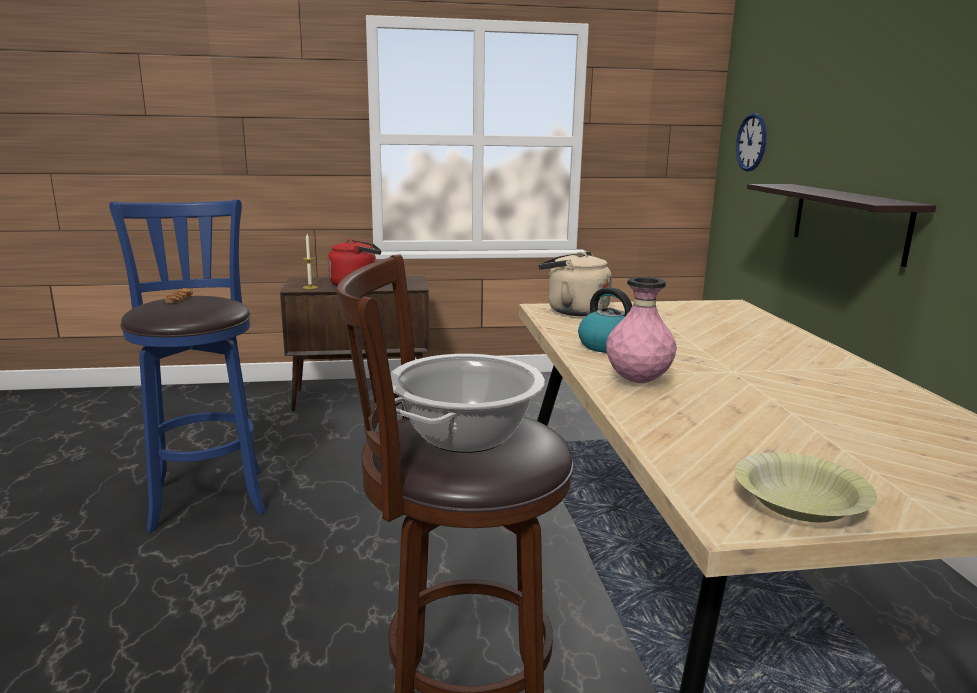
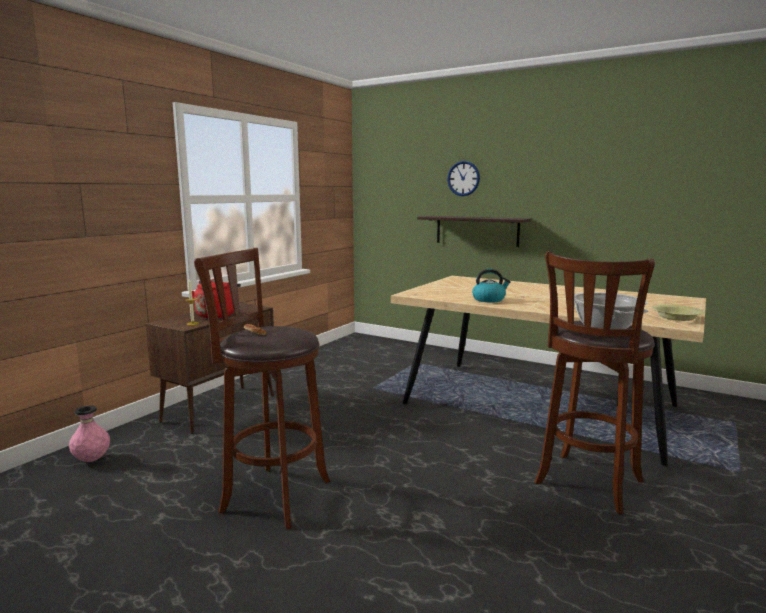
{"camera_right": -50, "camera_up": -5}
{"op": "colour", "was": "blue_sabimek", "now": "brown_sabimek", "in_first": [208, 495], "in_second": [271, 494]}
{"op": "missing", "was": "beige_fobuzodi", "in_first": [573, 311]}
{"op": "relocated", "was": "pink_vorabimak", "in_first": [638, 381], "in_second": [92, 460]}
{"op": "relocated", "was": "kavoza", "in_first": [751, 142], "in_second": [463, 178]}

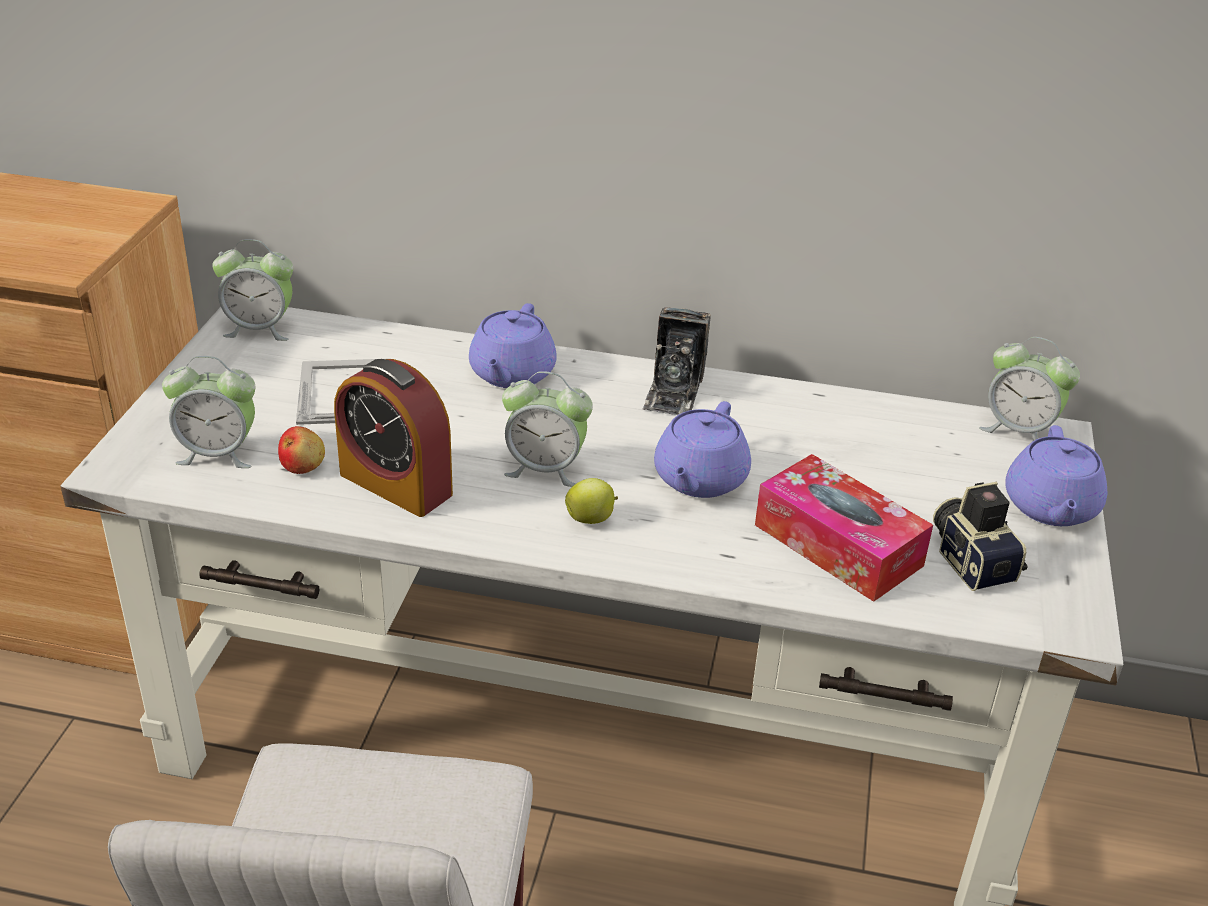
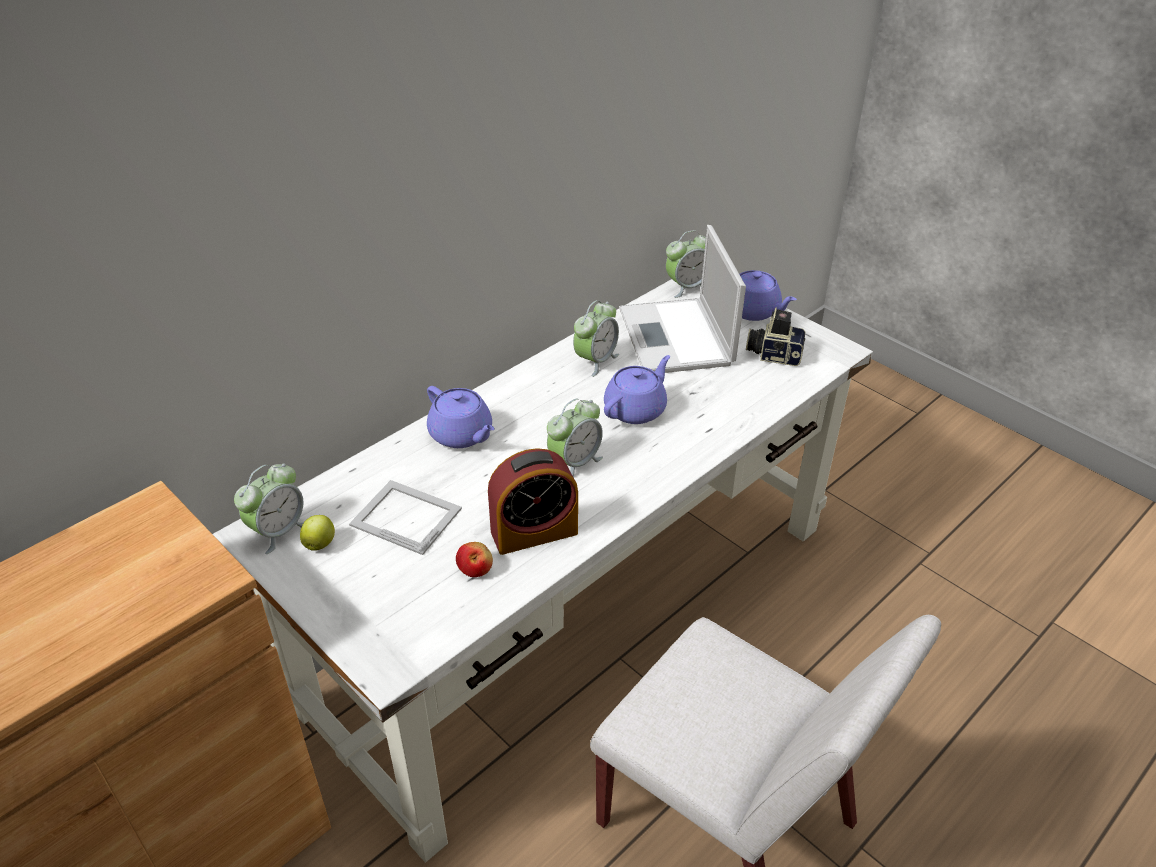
{"camera_right": -55, "camera_up": 5}
{"op": "relocated", "was": "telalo", "in_first": [218, 453], "in_second": [595, 361]}
{"op": "relocated", "was": "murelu", "in_first": [591, 519], "in_second": [320, 543]}
{"op": "missing", "was": "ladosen", "in_first": [674, 390]}
{"op": "spun", "was": "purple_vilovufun", "in_first": [699, 479], "in_second": [636, 409], "clockwise": -105}
{"op": "missing", "was": "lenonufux", "in_first": [838, 545]}
{"op": "appeared", "now": "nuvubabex", "in_second": [676, 338]}

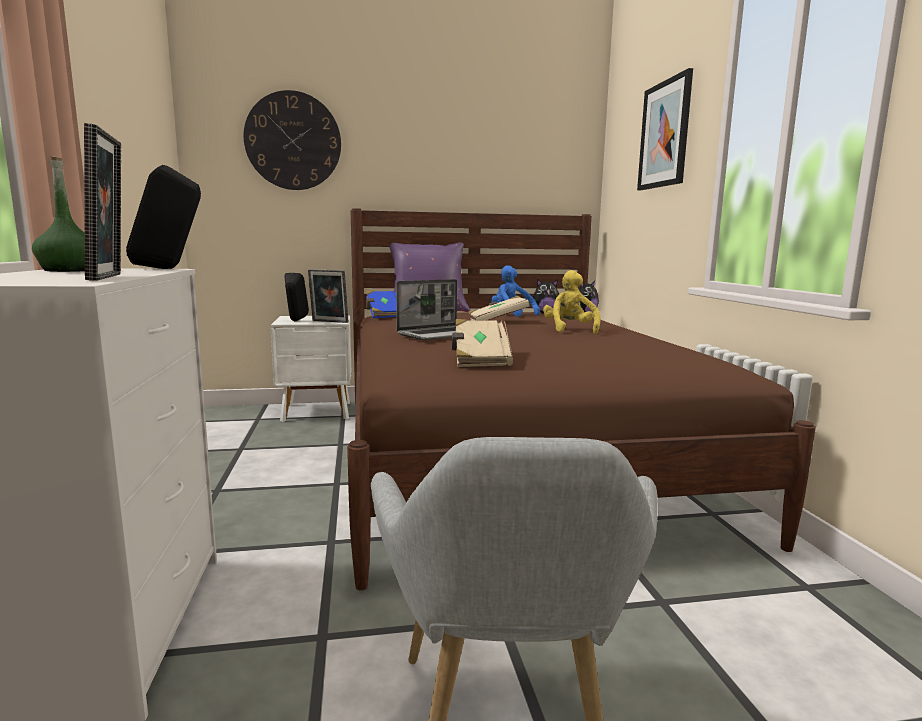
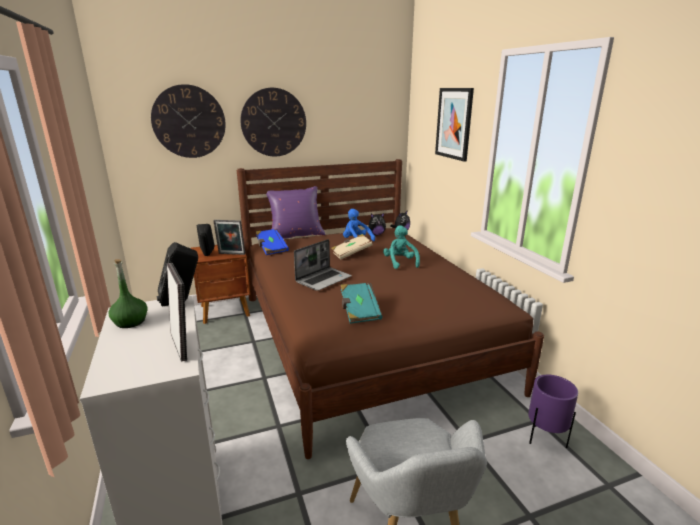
{"camera_right": -10, "camera_up": 10}
{"op": "colour", "was": "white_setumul", "now": "brown_setumul", "in_first": [317, 412], "in_second": [226, 311]}
{"op": "colour", "was": "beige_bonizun", "now": "turquoise_bonizun", "in_first": [479, 359], "in_second": [359, 311]}
{"op": "colour", "was": "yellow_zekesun", "now": "turquoise_zekesun", "in_first": [569, 330], "in_second": [400, 263]}
{"op": "appeared", "now": "kavoza", "in_second": [273, 122]}
{"op": "appeared", "now": "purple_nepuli", "in_second": [545, 438]}

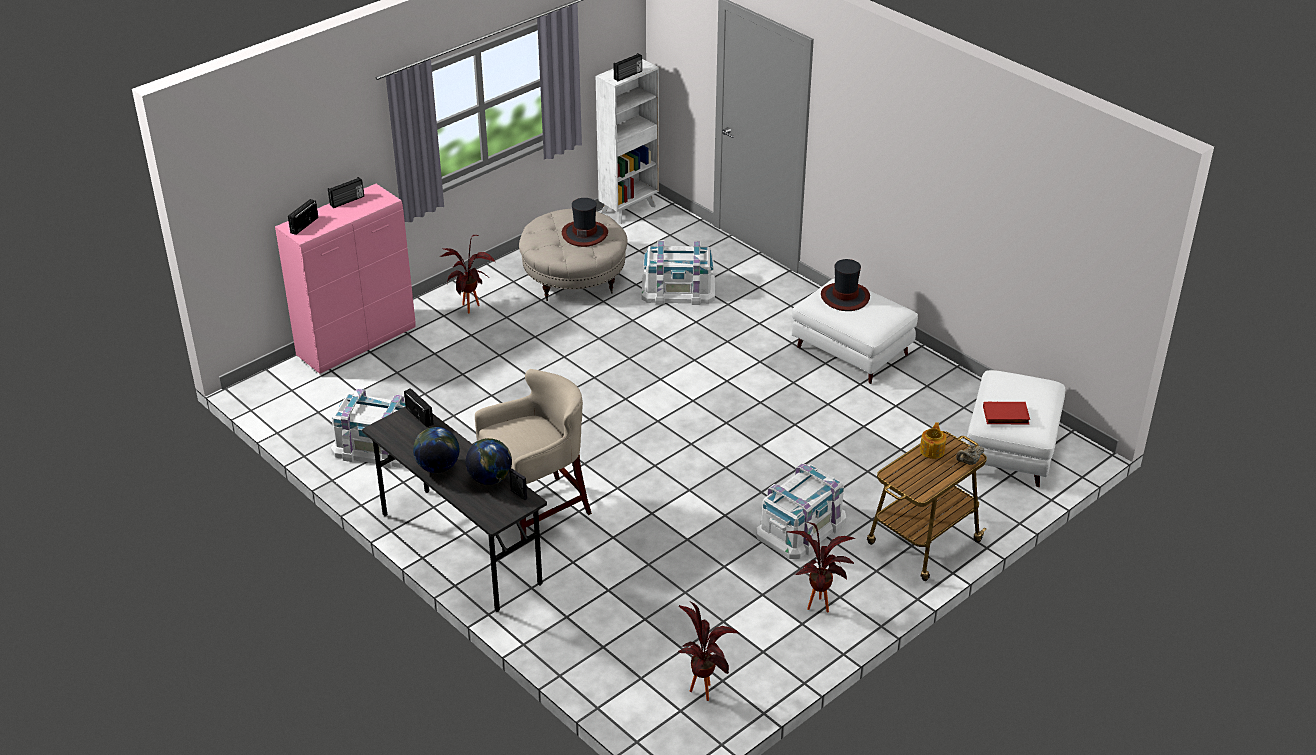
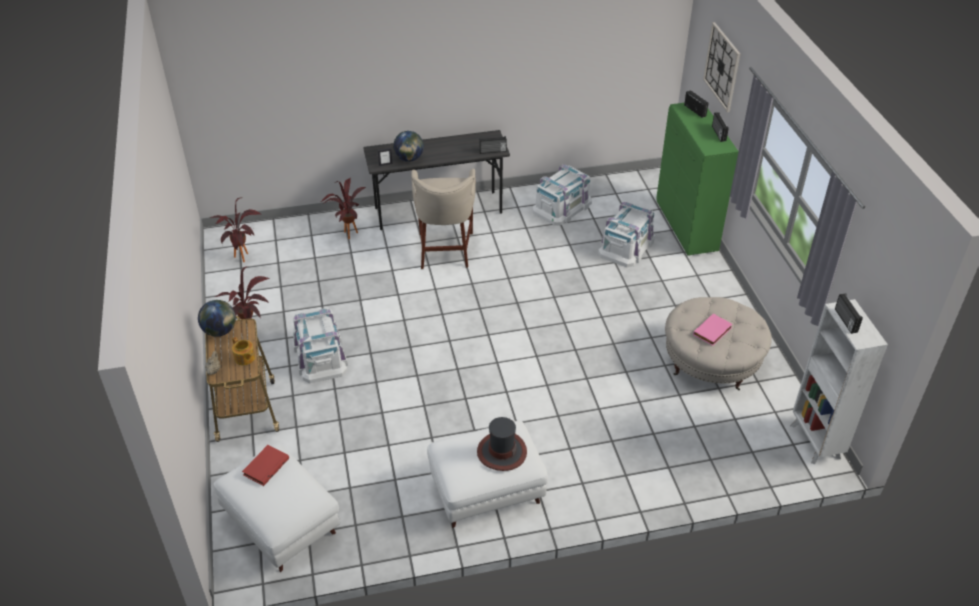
{"camera_right": 120, "camera_up": 5}
{"op": "colour", "was": "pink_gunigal", "now": "green_gunigal", "in_first": [357, 342], "in_second": [686, 227]}
{"op": "relocated", "was": "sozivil", "in_first": [438, 467], "in_second": [220, 331]}
{"op": "relocated", "was": "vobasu", "in_first": [470, 310], "in_second": [346, 233]}
{"op": "exchanged", "was": "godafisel", "now": "pink_bonizun", "in_first": [585, 234], "in_second": [713, 332]}
{"op": "relocated", "was": "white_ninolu", "in_first": [678, 290], "in_second": [626, 245]}
{"op": "appeared", "now": "kavoza", "in_second": [722, 67]}

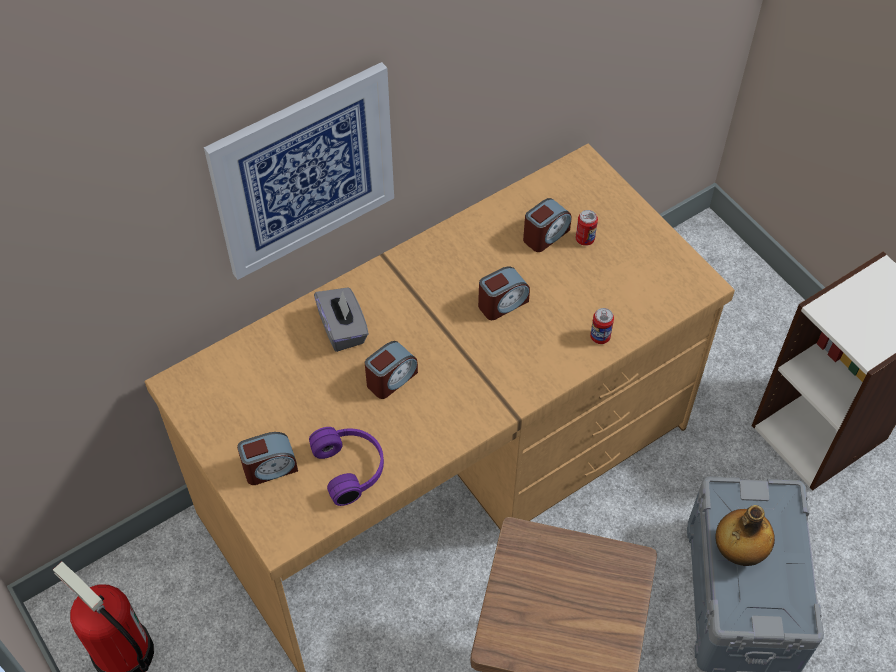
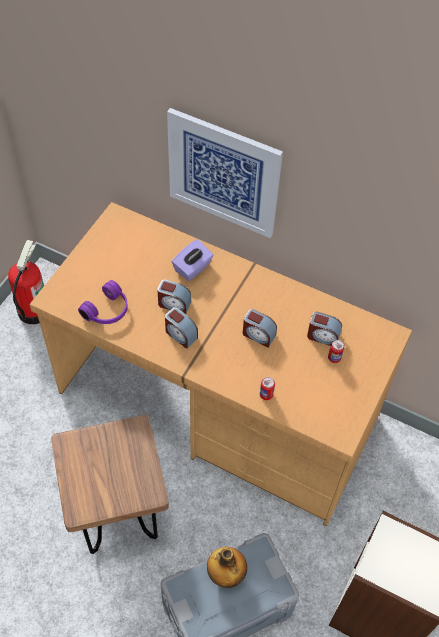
{"camera_right": 60, "camera_up": 0}
{"op": "relocated", "was": "telalo", "in_first": [270, 468], "in_second": [180, 334]}
{"op": "colour", "was": "grey_lenonufux", "now": "purple_lenonufux", "in_first": [343, 329], "in_second": [193, 268]}

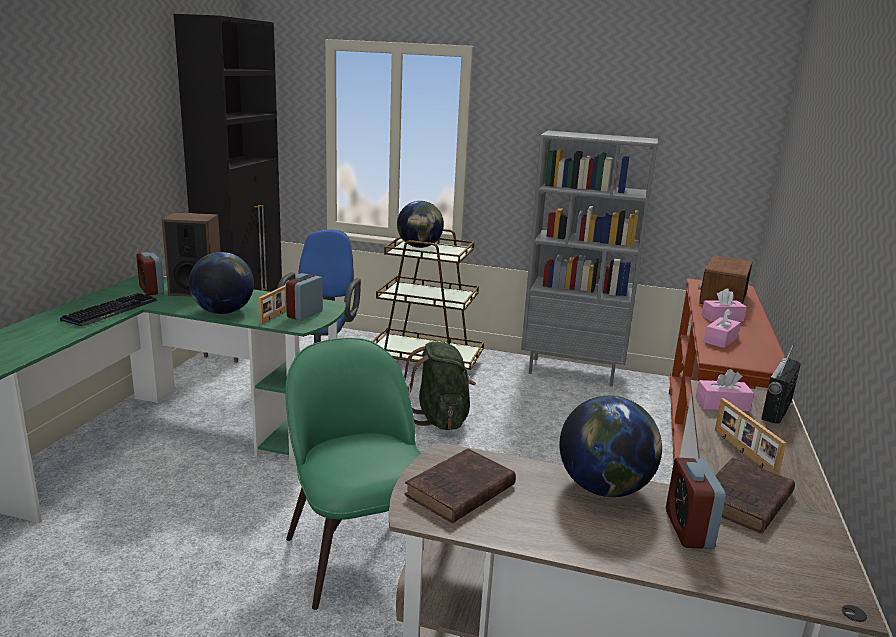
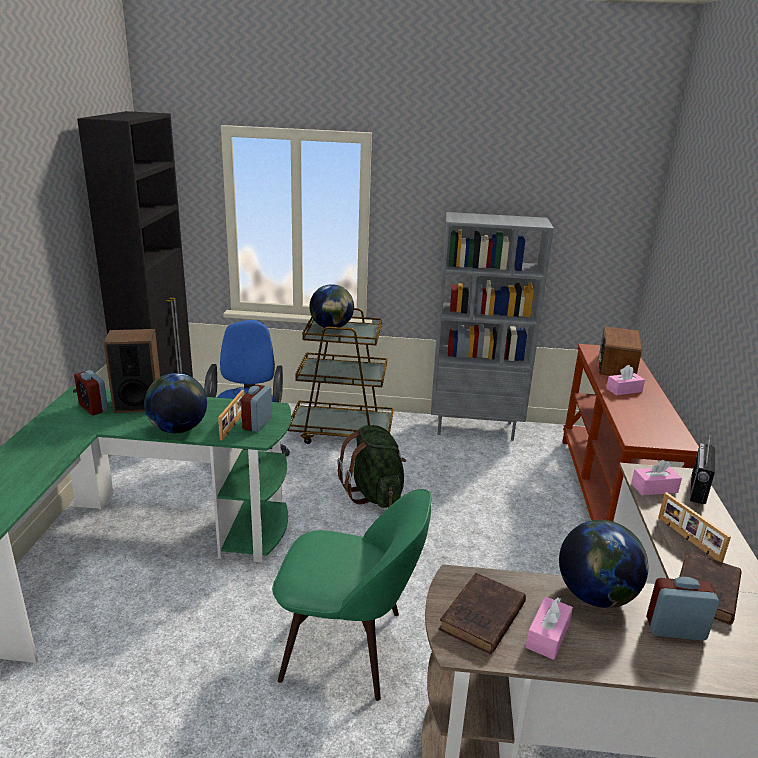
{"camera_right": -10, "camera_up": 5}
{"op": "missing", "was": "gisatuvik", "in_first": [111, 311]}
{"op": "spun", "was": "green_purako", "in_first": [359, 551], "in_second": [348, 646], "clockwise": 135}
{"op": "spun", "was": "telalo", "in_first": [688, 529], "in_second": [675, 629], "clockwise": 105}
{"op": "relocated", "was": "pink_lenonufux", "in_first": [720, 340], "in_second": [547, 636]}

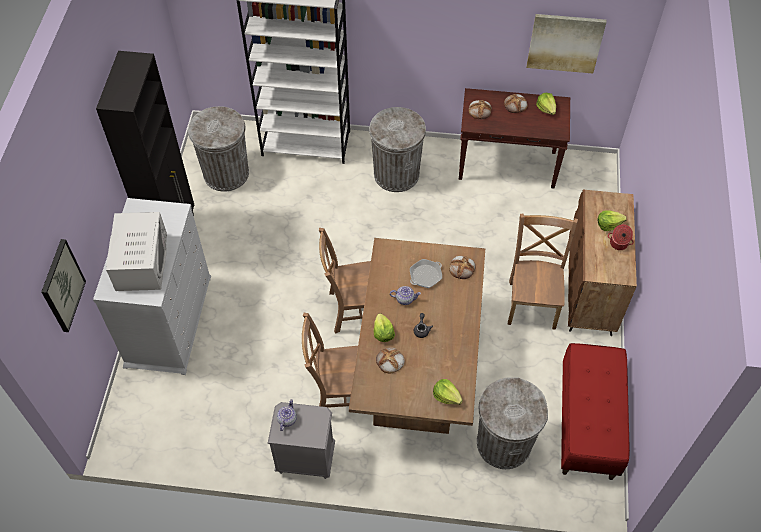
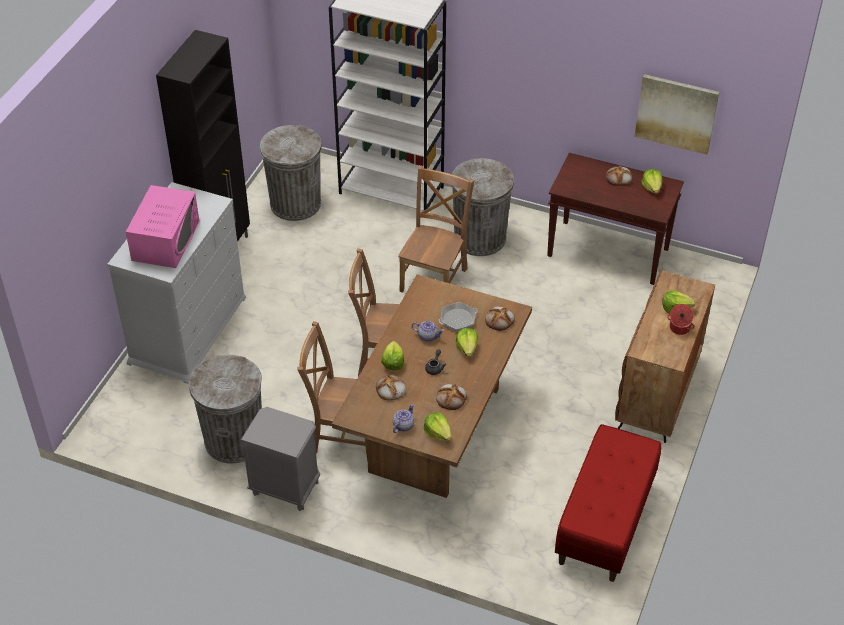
{"camera_right": 15, "camera_up": -10}
{"op": "missing", "was": "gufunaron", "in_first": [62, 286]}
{"op": "colour", "was": "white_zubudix", "now": "pink_zubudix", "in_first": [141, 261], "in_second": [166, 240]}
{"op": "relocated", "was": "vilovufun", "in_first": [287, 419], "in_second": [403, 425]}
{"op": "relocated", "was": "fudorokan", "in_first": [480, 110], "in_second": [451, 398]}
{"op": "relocated", "was": "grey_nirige", "in_first": [503, 443], "in_second": [233, 440]}
{"op": "relocated", "was": "brown_purako", "in_first": [532, 302], "in_second": [435, 278]}
{"op": "appeared", "now": "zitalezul", "in_second": [467, 348]}

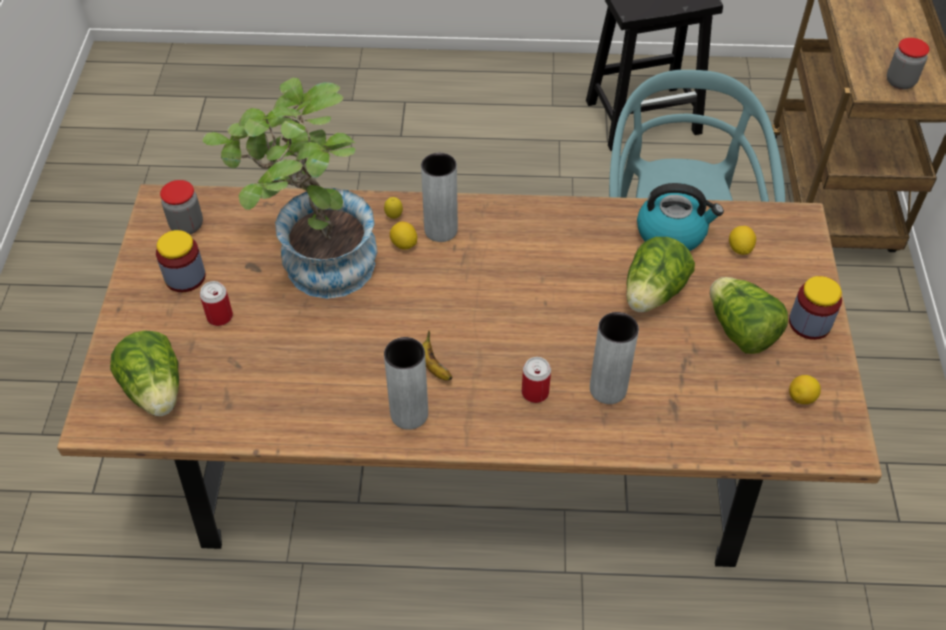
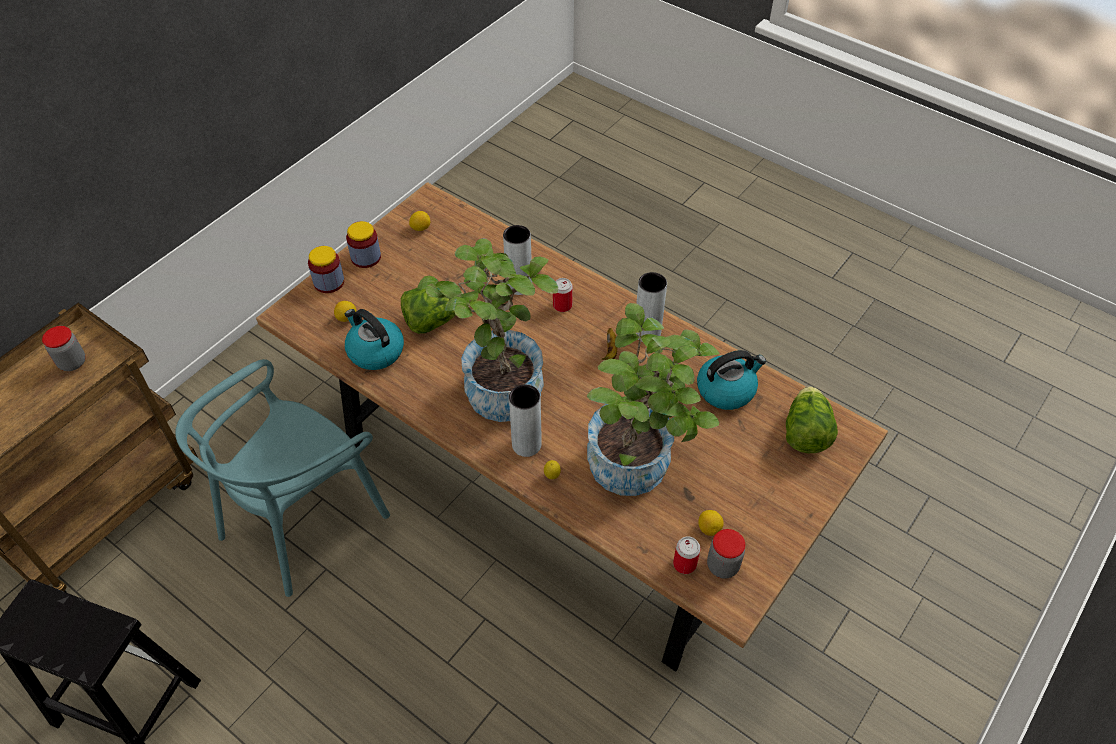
{"camera_right": -145, "camera_up": 0}
{"op": "relocated", "was": "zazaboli", "in_first": [185, 277], "in_second": [329, 282]}
{"op": "relocated", "was": "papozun", "in_first": [220, 316], "in_second": [684, 564]}
{"op": "relocated", "was": "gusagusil", "in_first": [404, 244], "in_second": [709, 528]}
{"op": "missing", "was": "zitalezul", "in_first": [740, 331]}
{"op": "appeared", "now": "vobasu", "in_second": [499, 383]}
{"op": "appeared", "now": "fobuzodi", "in_second": [726, 389]}

